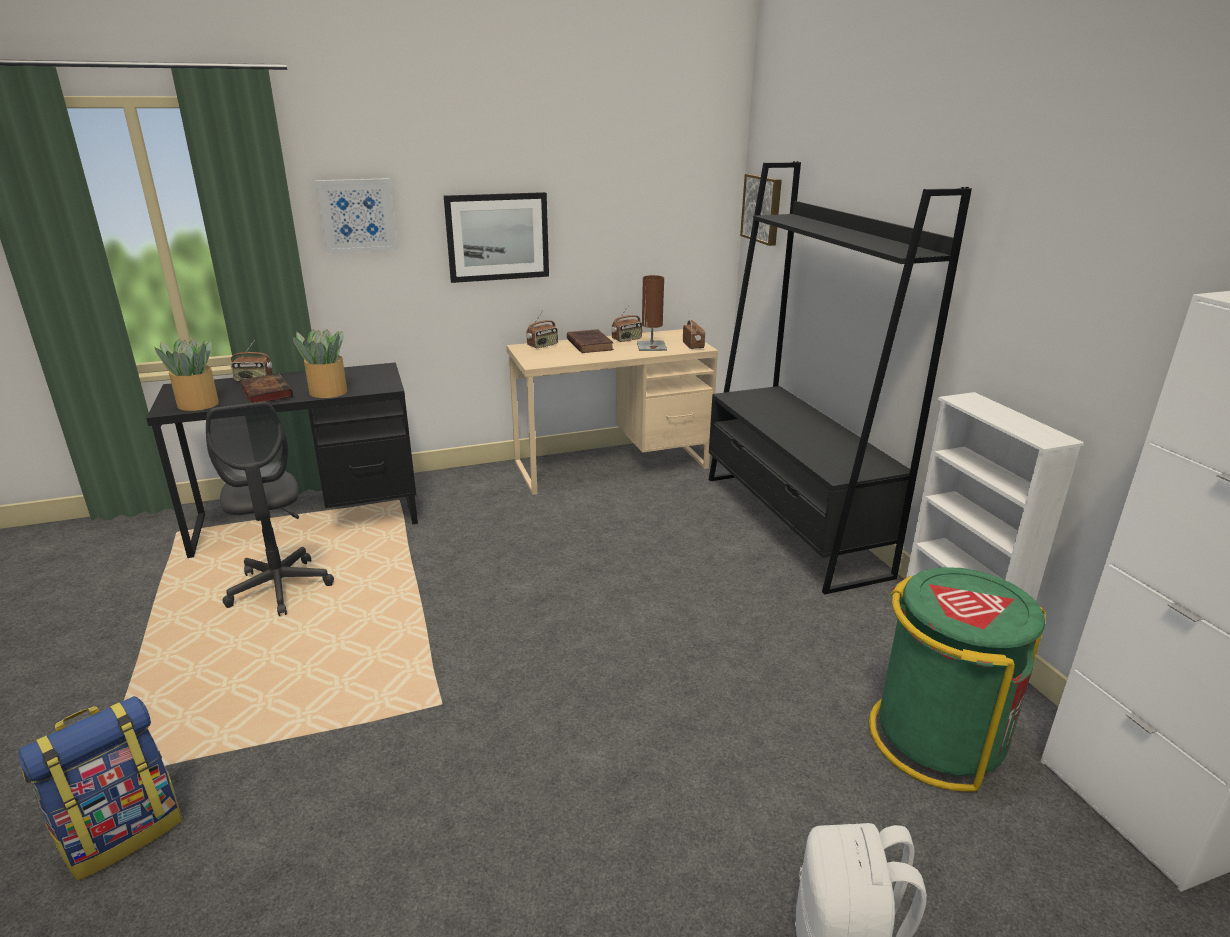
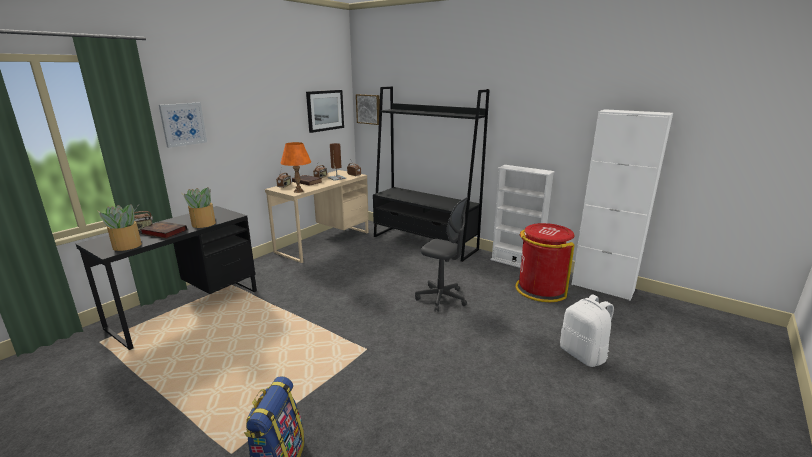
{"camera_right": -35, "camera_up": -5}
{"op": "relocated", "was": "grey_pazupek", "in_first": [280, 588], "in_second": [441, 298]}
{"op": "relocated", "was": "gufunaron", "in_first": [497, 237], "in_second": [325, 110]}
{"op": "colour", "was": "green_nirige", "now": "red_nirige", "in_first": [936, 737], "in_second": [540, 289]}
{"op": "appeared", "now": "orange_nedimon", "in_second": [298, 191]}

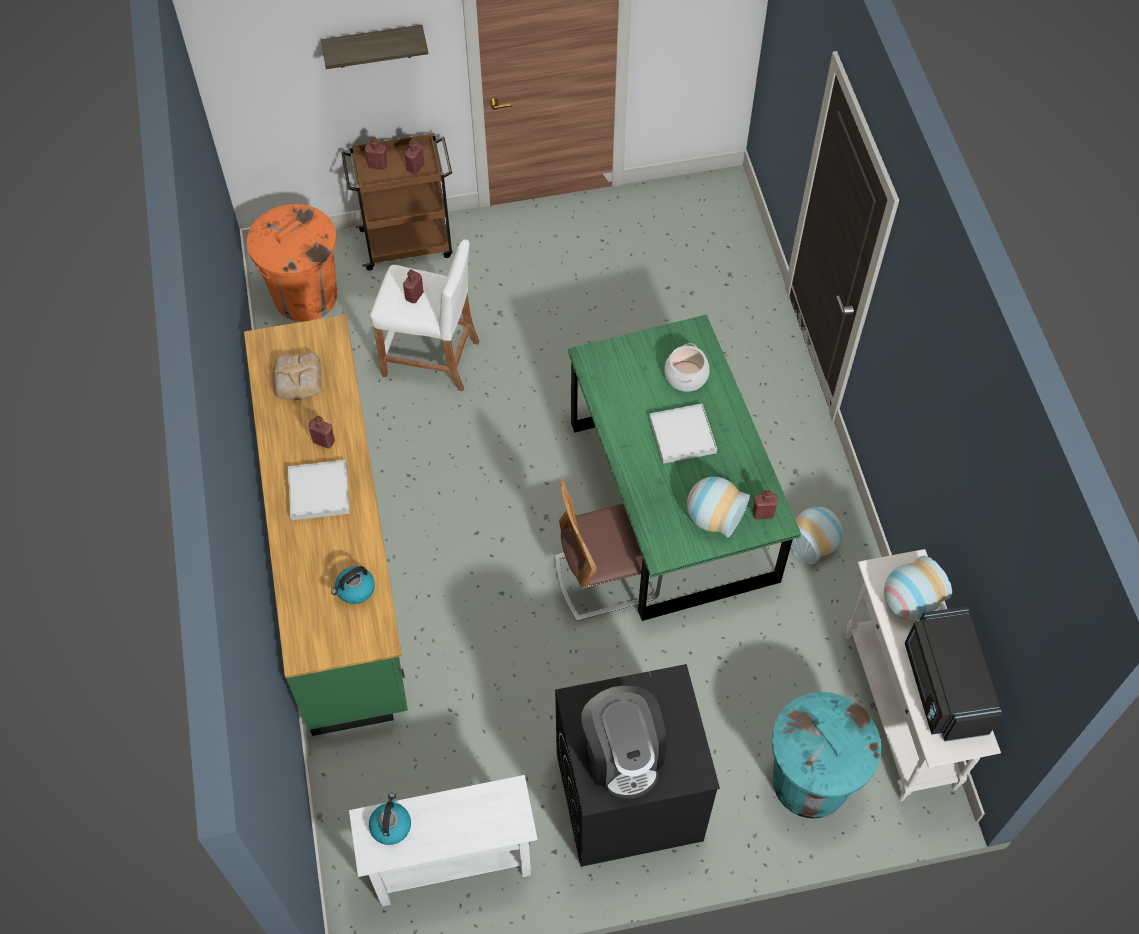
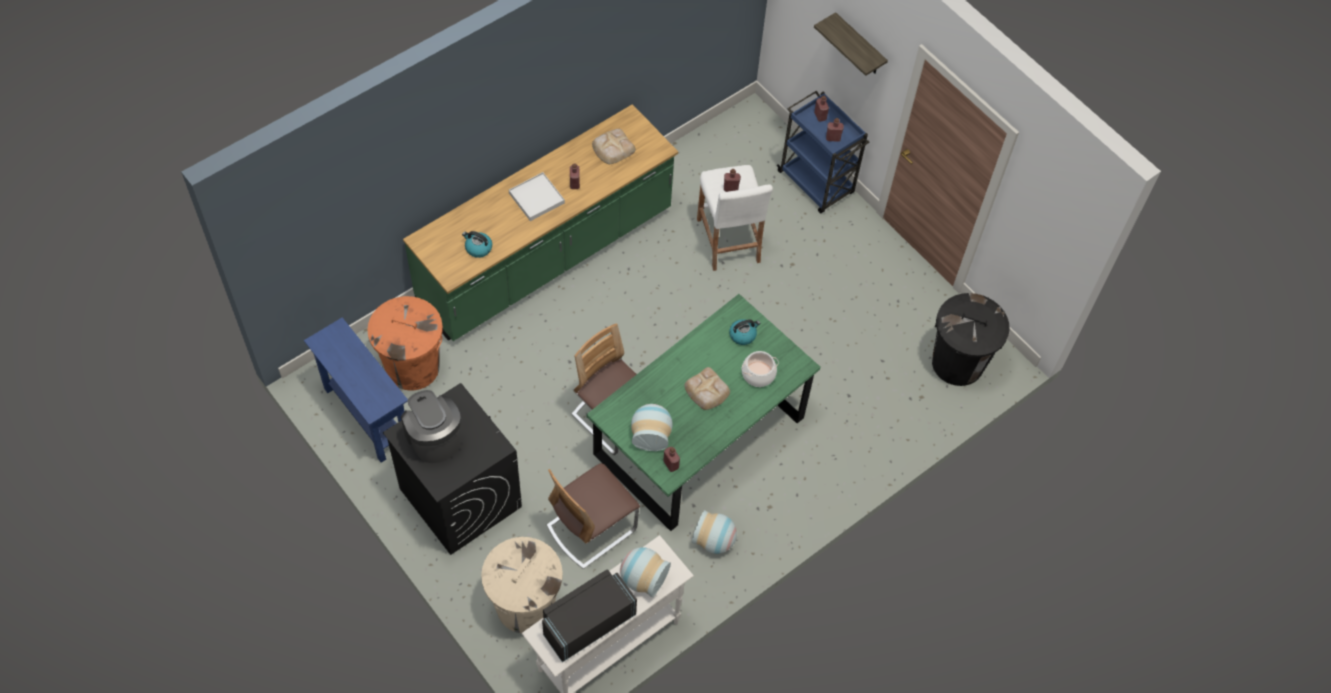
{"camera_right": 60, "camera_up": 0}
{"op": "relocated", "was": "orange_nirige", "in_first": [305, 296], "in_second": [412, 367]}
{"op": "colour", "was": "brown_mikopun", "now": "blue_mikopun", "in_first": [408, 243], "in_second": [816, 183]}
{"op": "colour", "was": "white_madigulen", "now": "blue_madigulen", "in_first": [452, 865], "in_second": [367, 416]}
{"op": "relocated", "was": "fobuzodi", "in_first": [390, 825], "in_second": [743, 335]}
{"op": "spun", "was": "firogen", "in_first": [623, 754], "in_second": [433, 438], "clockwise": 105}
{"op": "exchanged", "was": "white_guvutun", "now": "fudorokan", "in_first": [682, 435], "in_second": [707, 391]}
{"op": "colour", "was": "turquoise_nirige", "now": "beige_nirige", "in_first": [810, 781], "in_second": [524, 606]}
{"op": "appeared", "now": "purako", "in_second": [591, 528]}
{"op": "appeared", "now": "black_nirige", "in_second": [958, 363]}

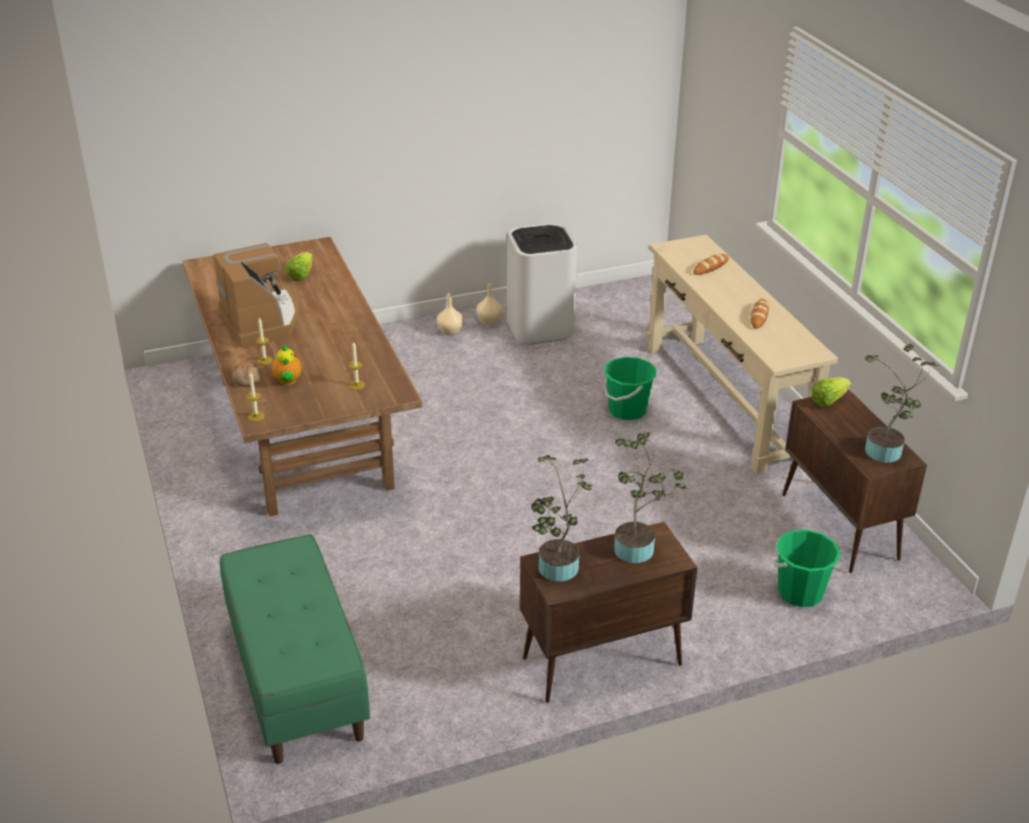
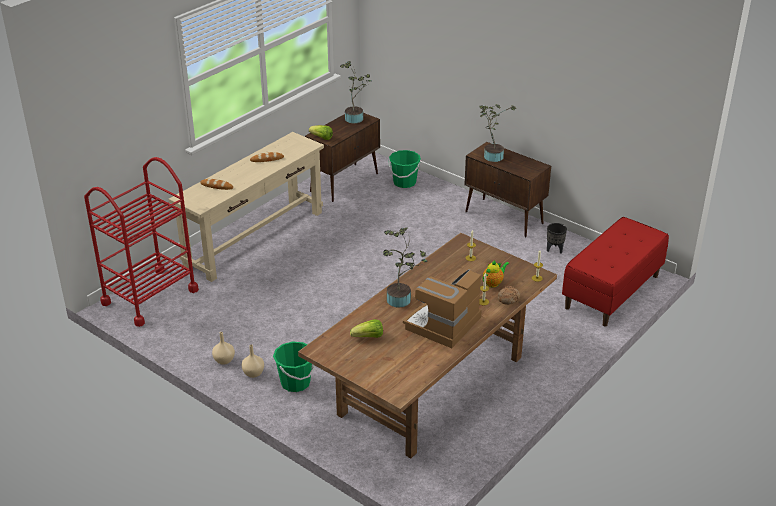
{"camera_right": -120, "camera_up": 0}
{"op": "colour", "was": "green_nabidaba", "now": "red_nabidaba", "in_first": [296, 680], "in_second": [612, 292]}
{"op": "missing", "was": "white_nirige", "in_first": [539, 327]}
{"op": "relocated", "was": "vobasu", "in_first": [556, 571], "in_second": [401, 299]}
{"op": "relocated", "was": "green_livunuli", "in_first": [627, 410], "in_second": [295, 383]}
{"op": "appeared", "now": "red_mikopun", "in_second": [150, 296]}
{"op": "appeared", "now": "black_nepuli", "in_second": [554, 250]}

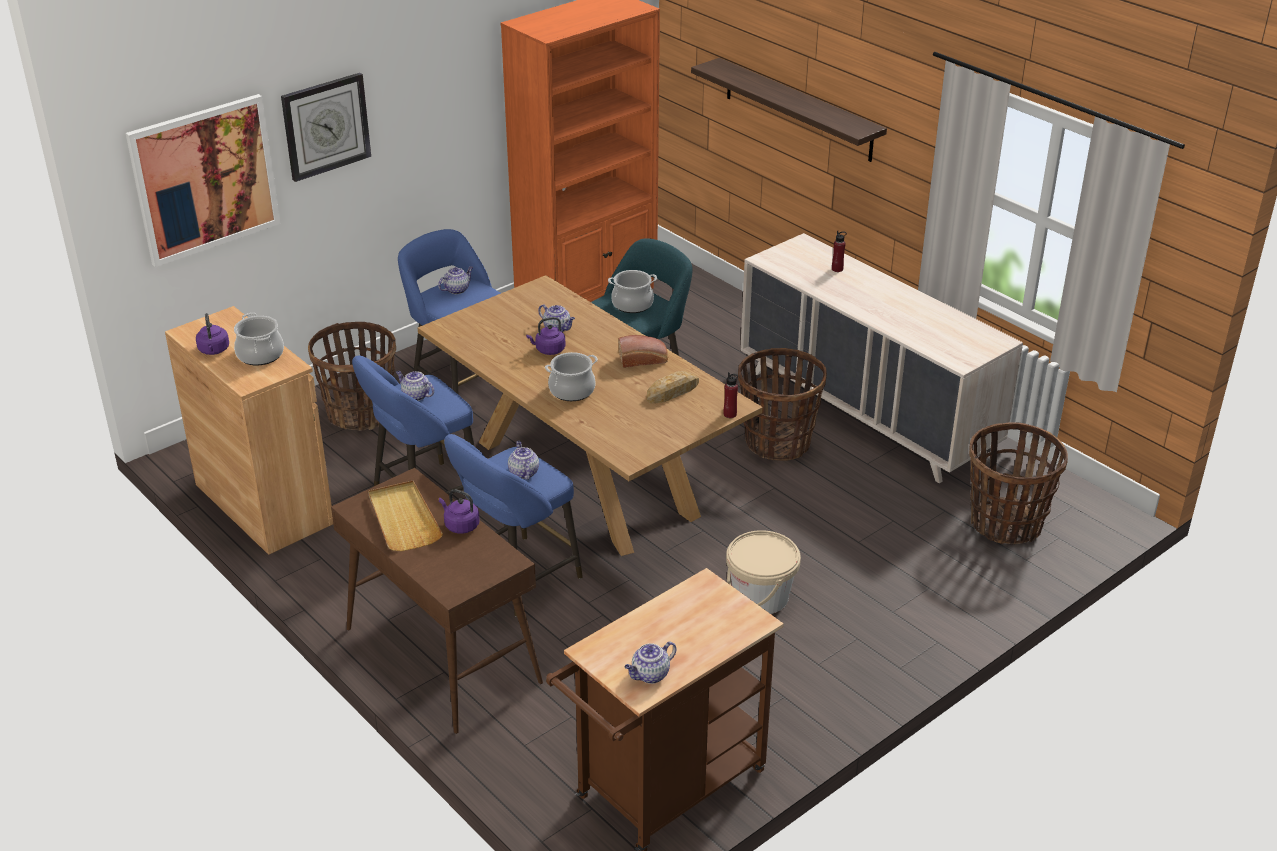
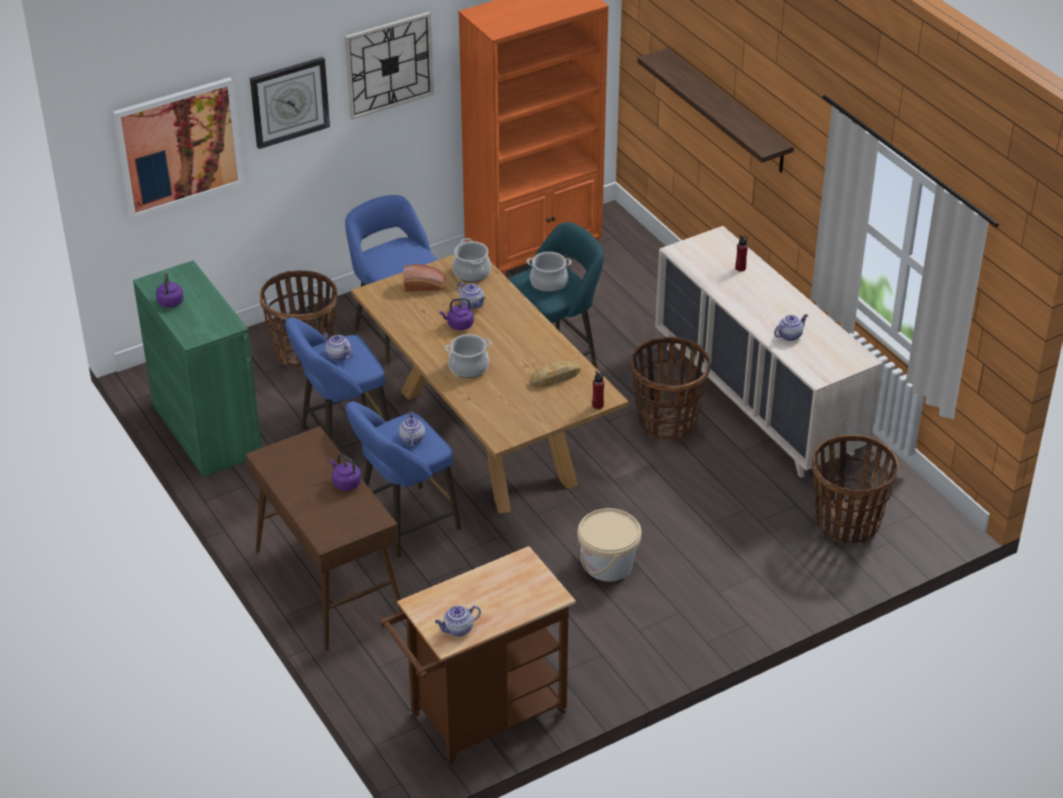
{"camera_right": 10, "camera_up": 5}
{"op": "colour", "was": "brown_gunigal", "now": "green_gunigal", "in_first": [263, 504], "in_second": [206, 430]}
{"op": "relocated", "was": "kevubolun", "in_first": [260, 355], "in_second": [471, 272]}
{"op": "missing", "was": "beige_guvutun", "in_first": [403, 519]}
{"op": "relocated", "was": "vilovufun", "in_first": [457, 289], "in_second": [790, 335]}
{"op": "relocated", "was": "fudorokan", "in_first": [643, 360], "in_second": [425, 286]}
{"op": "appeared", "now": "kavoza", "in_second": [389, 65]}

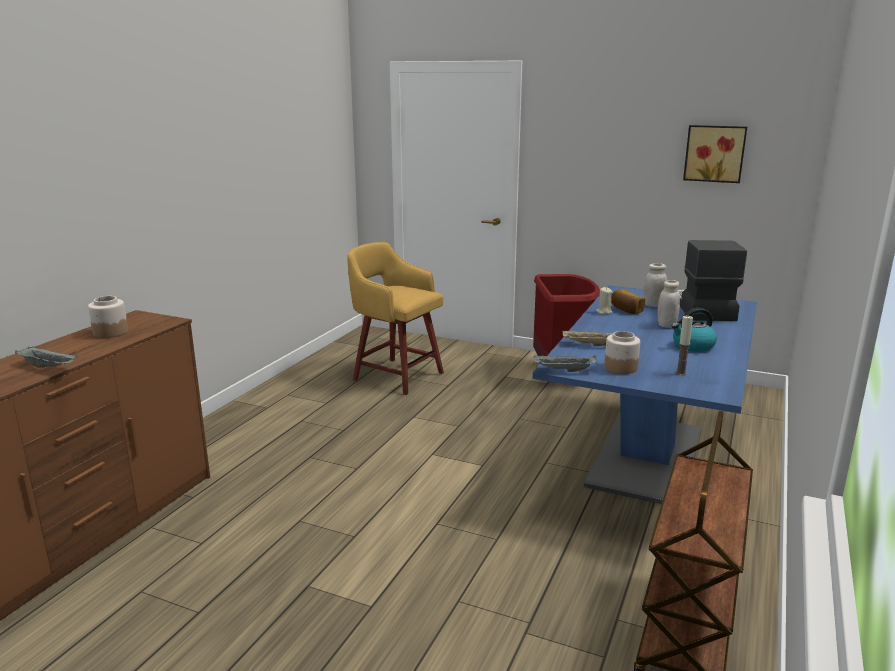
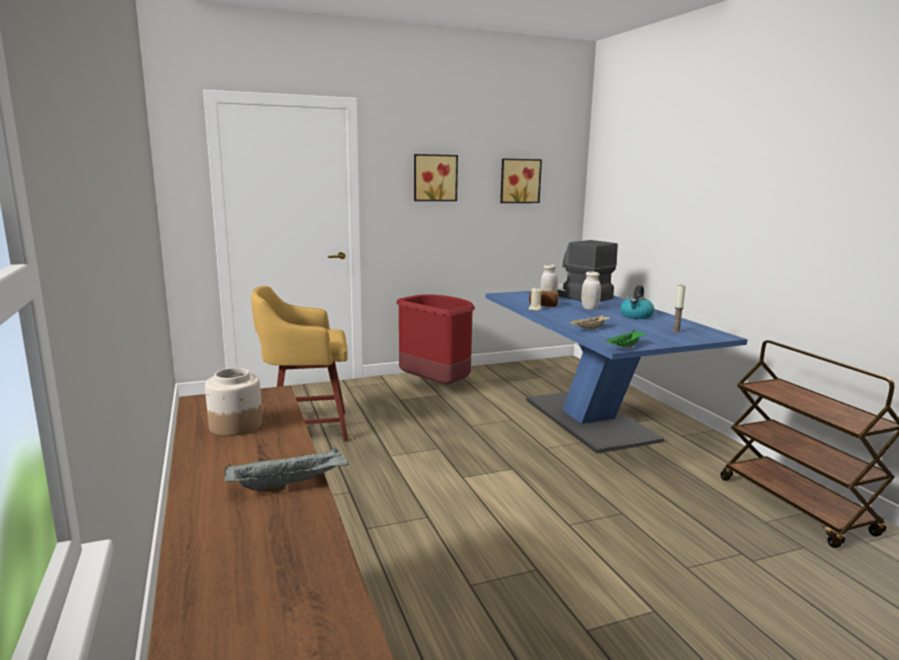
{"camera_right": -45, "camera_up": -5}
{"op": "colour", "was": "grey_guvutun", "now": "green_guvutun", "in_first": [563, 370], "in_second": [625, 347]}
{"op": "missing", "was": "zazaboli", "in_first": [620, 368]}
{"op": "appeared", "now": "gufunaron", "in_second": [434, 178]}

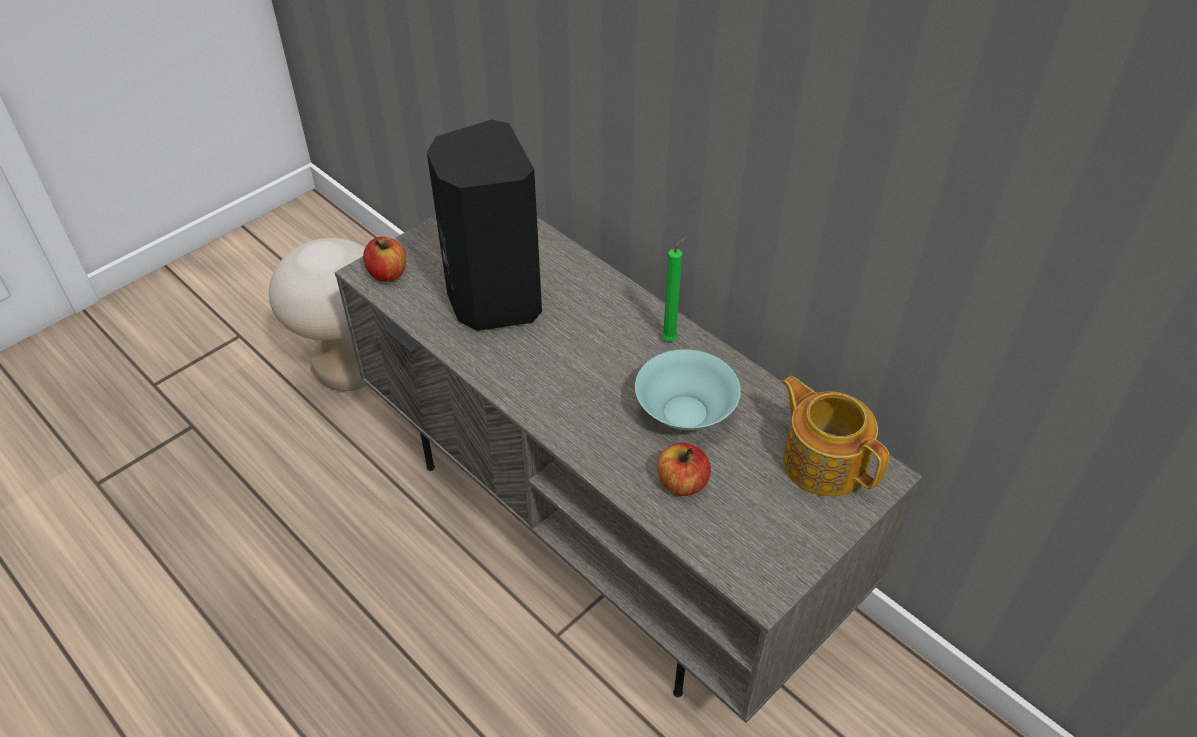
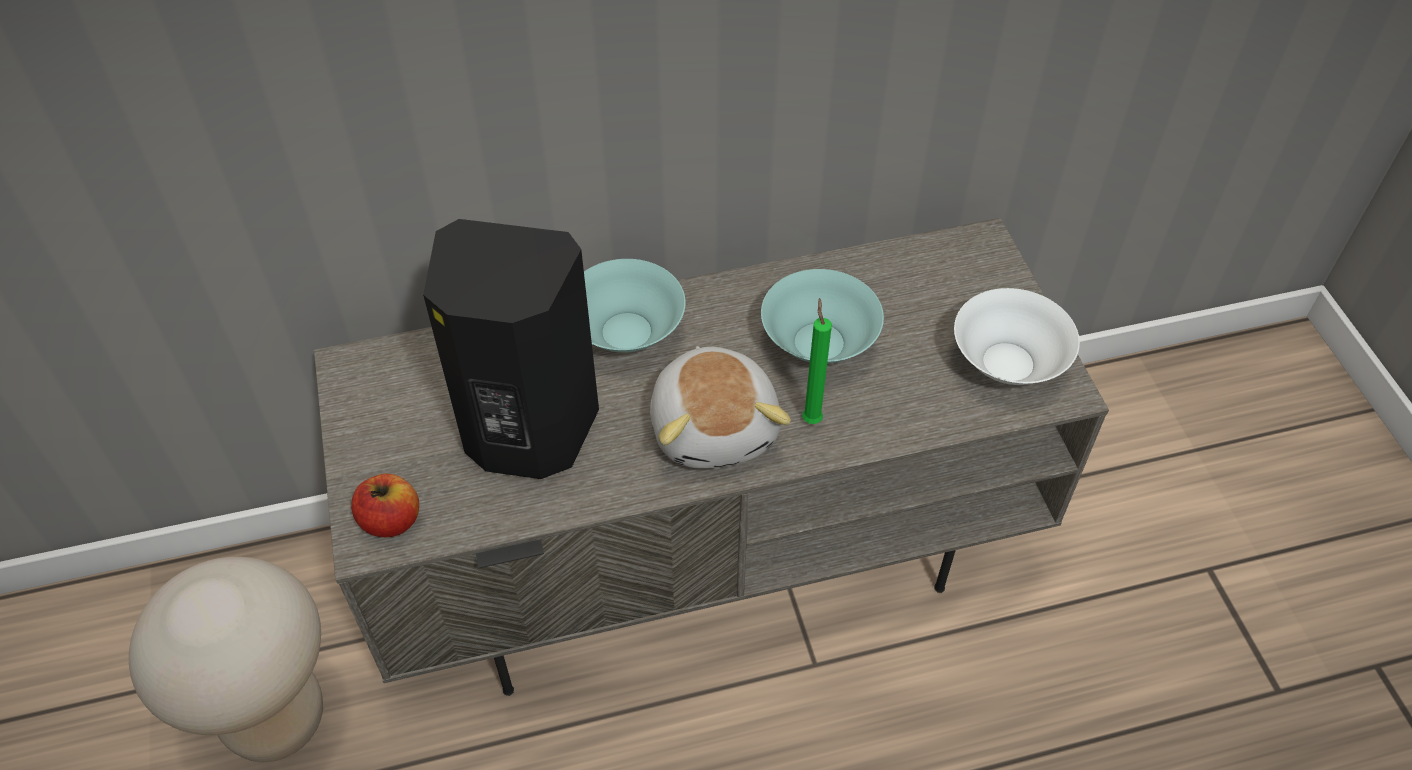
{"camera_right": -60, "camera_up": 5}
{"op": "missing", "was": "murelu", "in_first": [682, 483]}
{"op": "relocated", "was": "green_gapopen", "in_first": [671, 338], "in_second": [811, 418]}
{"op": "missing", "was": "vilovufun", "in_first": [823, 461]}
{"op": "appeared", "now": "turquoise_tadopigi", "in_second": [625, 332]}
{"op": "appeared", "now": "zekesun", "in_second": [715, 427]}
{"op": "appeared", "now": "white_tadopigi", "in_second": [1007, 364]}

